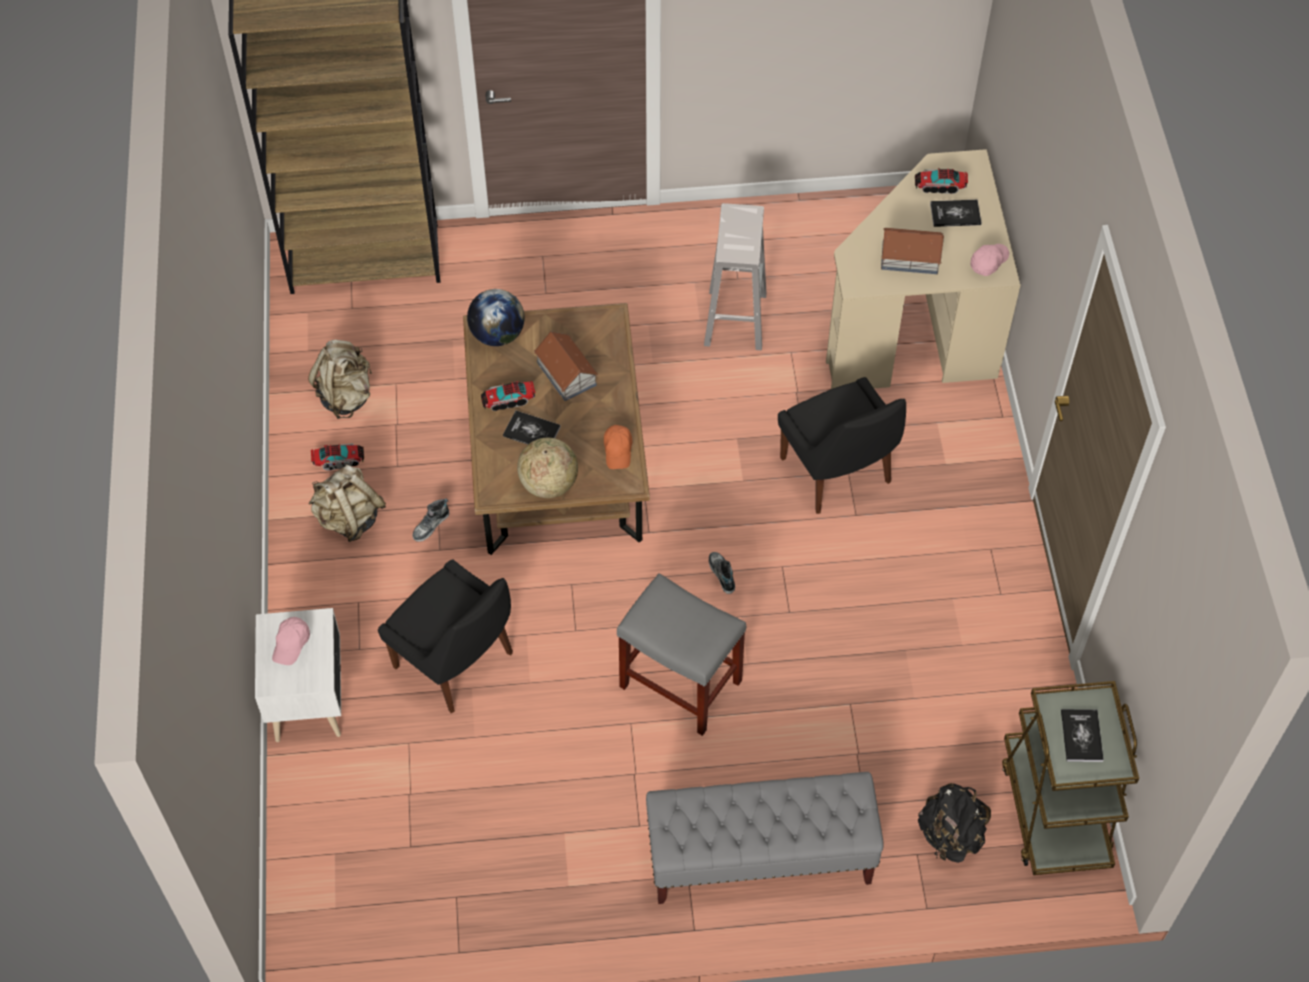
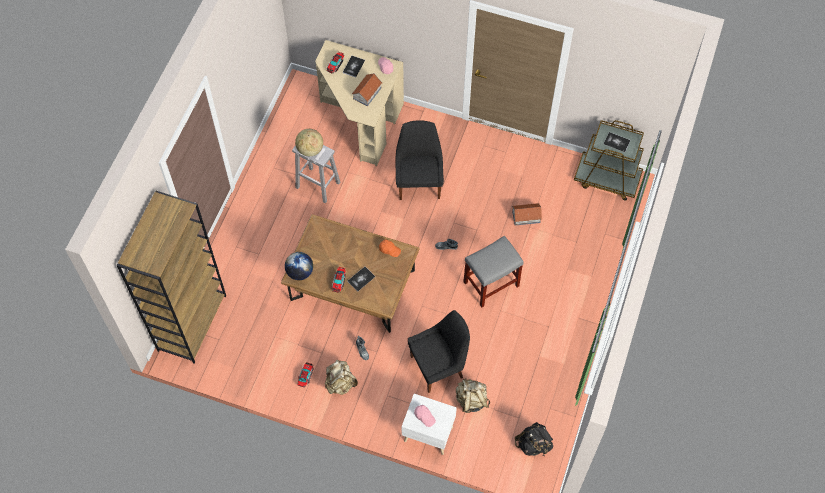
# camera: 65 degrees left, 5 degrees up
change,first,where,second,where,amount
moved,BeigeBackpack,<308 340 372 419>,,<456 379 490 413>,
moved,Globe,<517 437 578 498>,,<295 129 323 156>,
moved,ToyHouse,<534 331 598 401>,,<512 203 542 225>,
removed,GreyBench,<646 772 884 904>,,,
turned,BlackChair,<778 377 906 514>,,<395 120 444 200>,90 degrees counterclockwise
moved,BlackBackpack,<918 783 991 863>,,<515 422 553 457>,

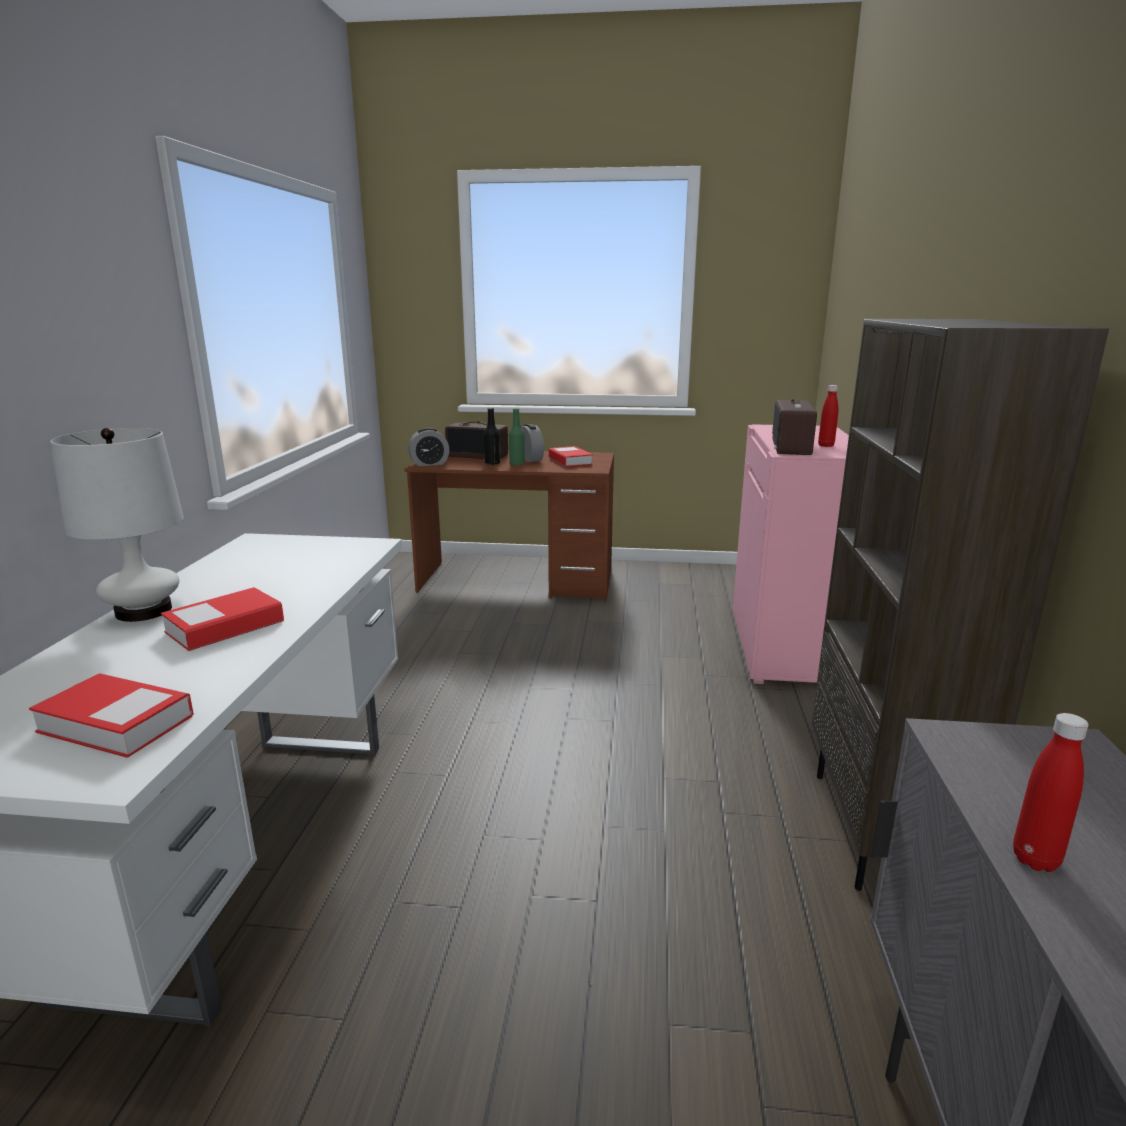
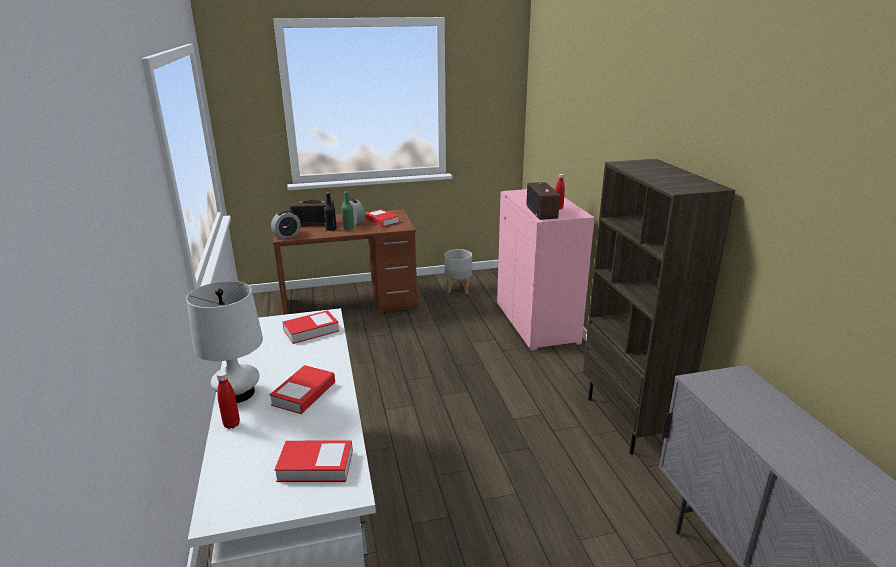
# camera: 20 degrees left, 5 degrees up
change,first,where,second,where,amount
moved,RedBottle,<1013 713 1089 872>,,<217 371 240 429>,
added,,,Book,<282 310 339 344>,
added,,,GreyPlanter,<444 249 472 294>,

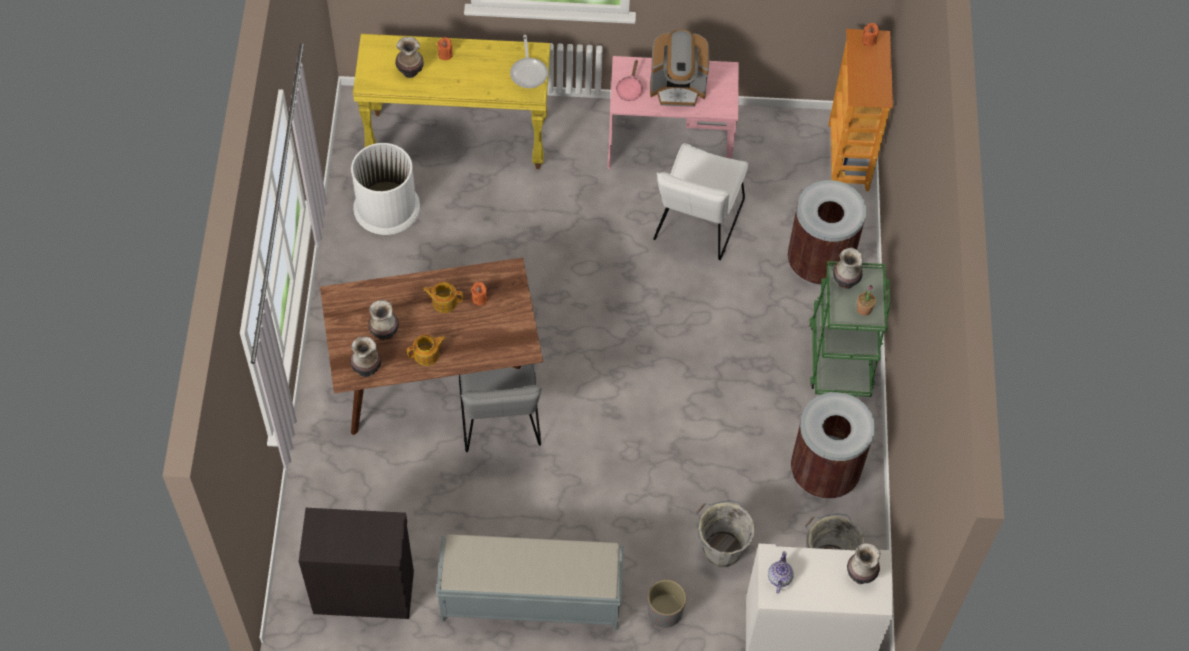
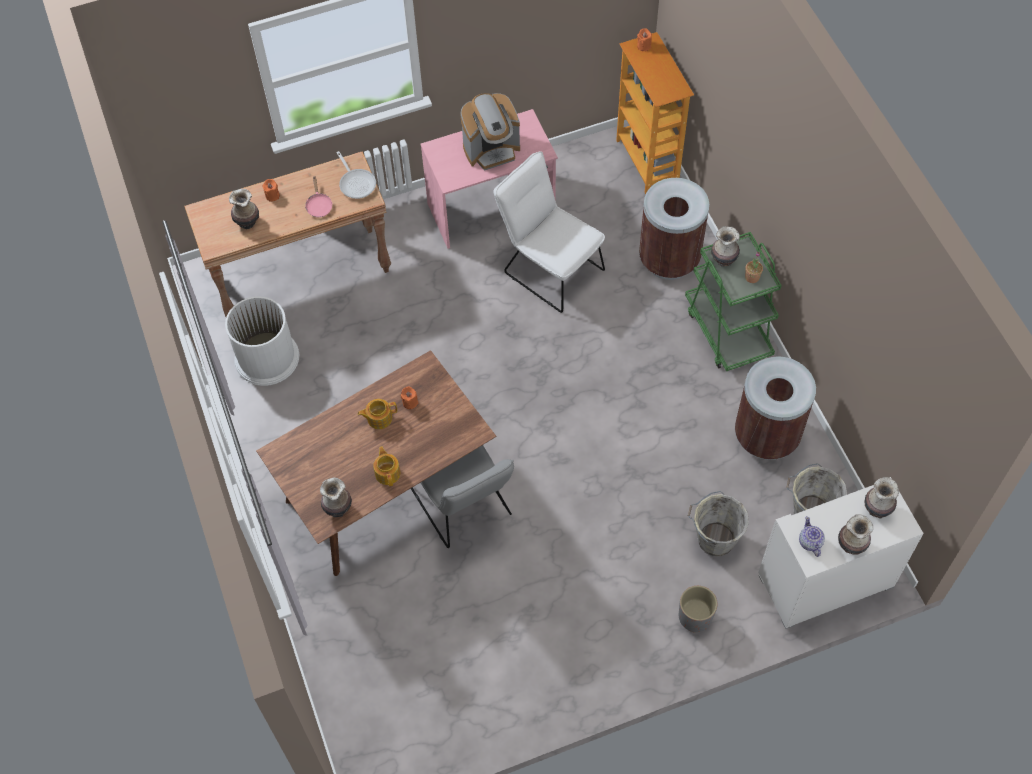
# camera: 20 degrees left, 0 degrees up
change,first,where,second,where,amount
removed,BlackCabinet,<299 508 414 619>,,,
recoloured,YellowConsoleTable,<353 34 550 169>,BrownConsoleTable,<184 151 391 317>,
moved,Vase,<368 300 399 340>,,<838 514 873 555>,
turned,Teapot,<407 335 446 366>,,<373 446 400 486>,60 degrees counterclockwise
removed,GreyBench,<436 534 624 630>,,,
moved,PinkFryingPan,<616 60 643 101>,,<305 177 332 217>,
turned,WhiteChair,<653 143 748 260>,,<494 151 605 313>,135 degrees clockwise

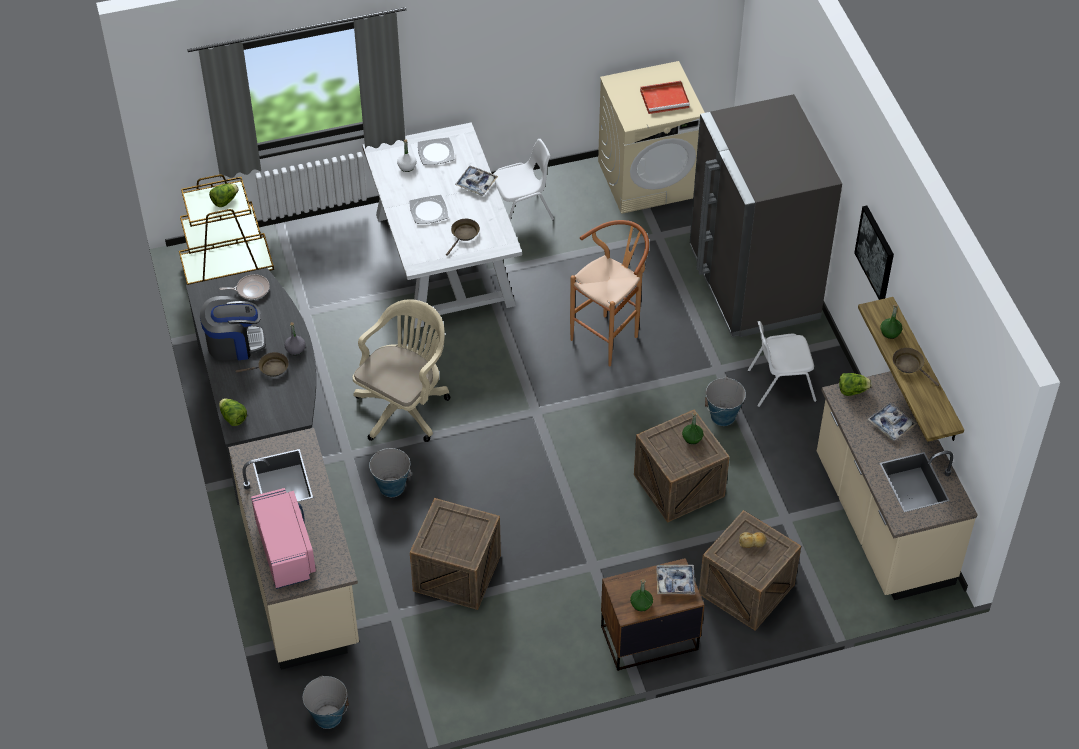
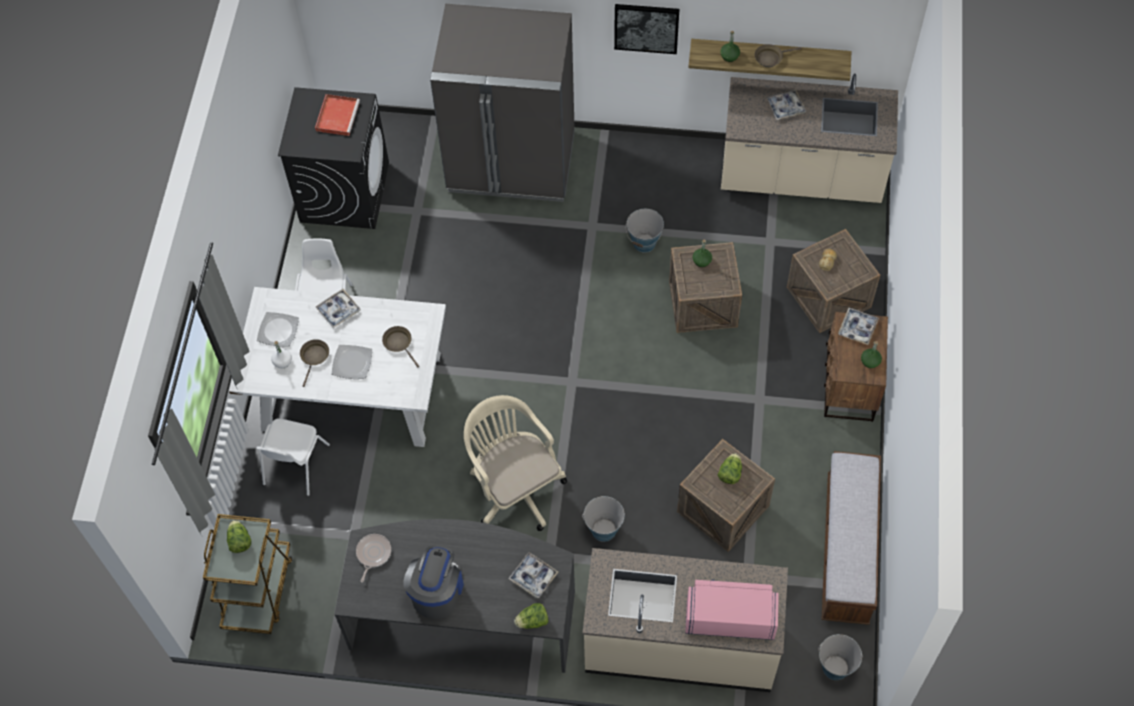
# camera: 65 degrees left, 10 degrees up
change,first,where,second,where,amount
moved,BrownFryingPan,<236 352 289 377>,,<300 339 329 387>,
removed,GreyBottle,<284 322 306 355>,,,
removed,BrownStool,<570 220 649 367>,,,
recoloured,BeigeWashingMachine,<598 61 705 214>,BlackWashingMachine,<278 87 389 229>,
moved,WhiteChair,<748 321 817 407>,,<256 419 330 496>,
moved,Lettuce,<839 373 872 396>,,<718 453 742 484>,
added,,,Tray,<508 552 558 598>,
added,,,Bench,<822 451 881 625>,

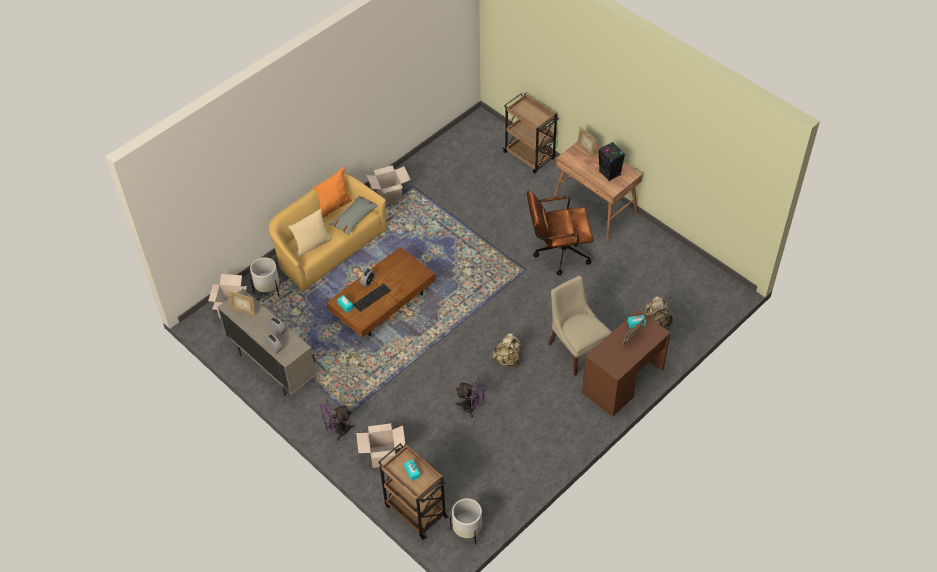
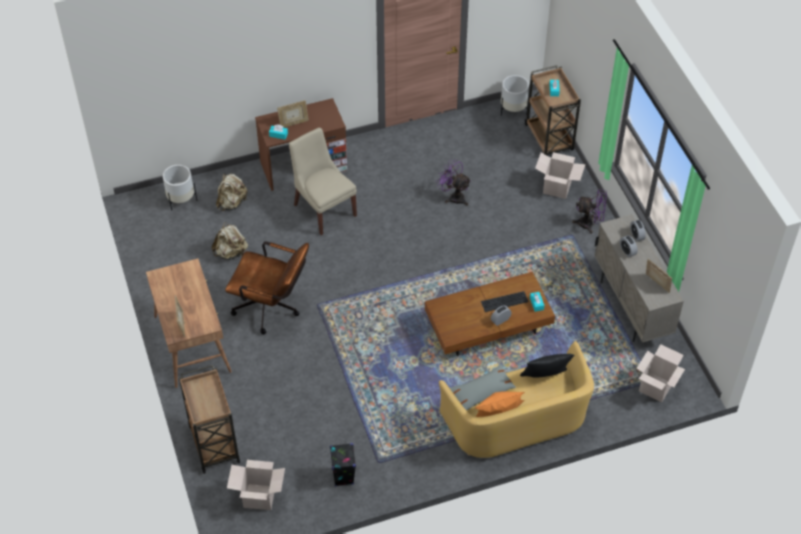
# camera: 155 degrees left, 0 degrees up
change,first,where,second,where,amount
moved,WhitePlanter,<250 257 279 295>,,<163 165 197 210>,
recoloured,BeigePillow,<288 209 332 257>,BlackPillow,<520 354 574 378>,
moved,CardboardBox,<366 165 411 205>,,<227 460 285 510>,
moved,BeigeBackpack,<493 333 523 368>,,<211 222 248 260>,
turned,BeigeChair,<548 276 612 376>,,<289 128 357 235>,150 degrees clockwise
moved,BlackSpeaker,<598 142 625 181>,,<330 443 356 487>,

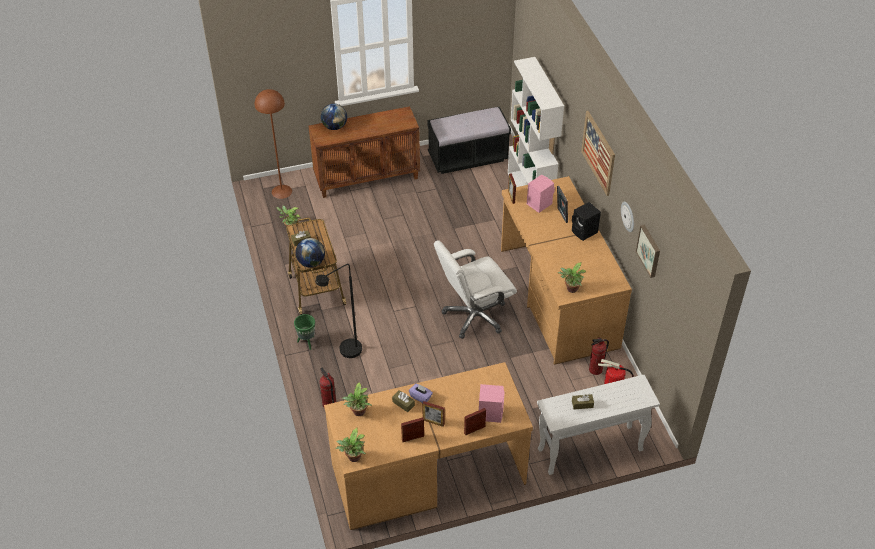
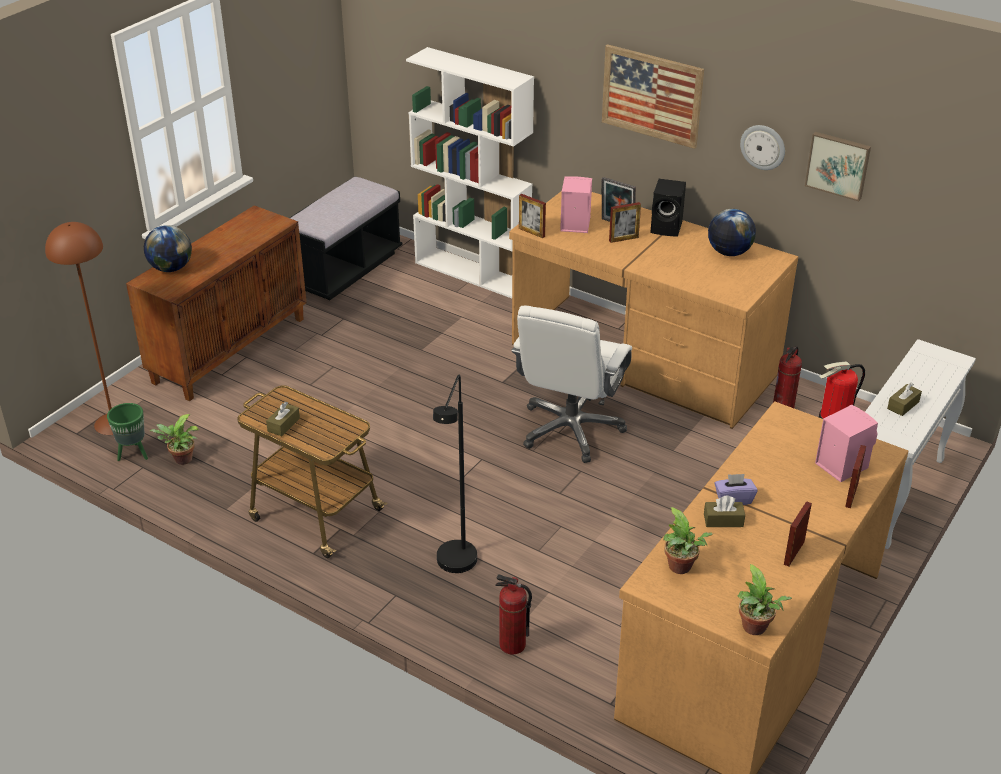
# camera: 40 degrees left, 10 degrees down
change,first,where,second,where,amount
moved,GreenPlanter,<294 314 315 350>,,<107 403 148 461>,
moved,Globe,<295 238 325 267>,,<708 209 756 256>,
moved,PictureFrame,<422 401 445 427>,,<609 202 641 243>,
removed,PottedPlant,<558 262 586 293>,,,

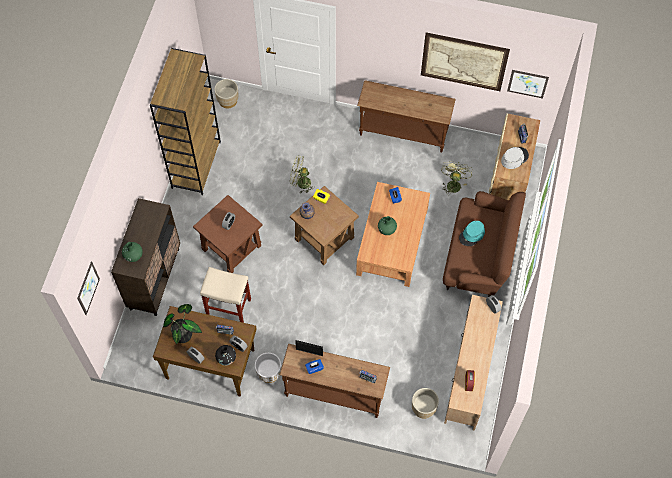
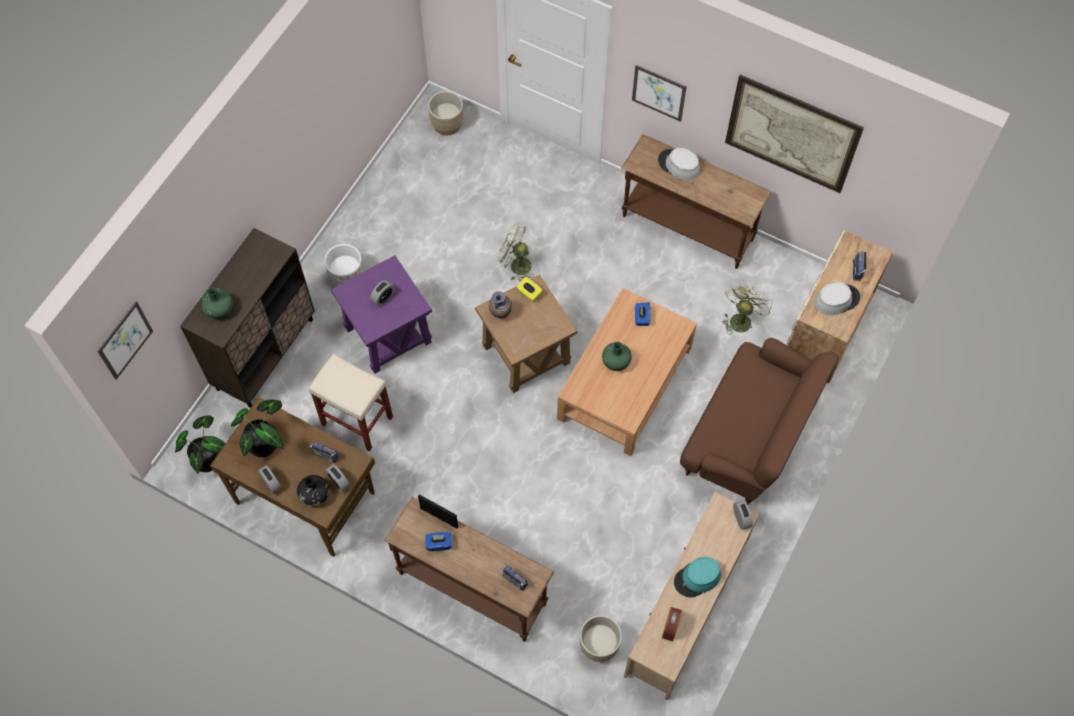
# camera: 15 degrees right, 0 degrees up
change,first,where,second,where,amount
removed,BrownBookcase,<150 48 221 195>,,,
recoloured,BrownSideTable,<193 195 263 273>,PurpleSideTable,<330 255 432 374>,
moved,WhitePlanter,<255 353 281 383>,,<324 244 363 286>,
moved,TurquoiseHat,<459 221 485 246>,,<674 557 721 597>,
moved,Picture,<507 70 549 99>,,<632 65 687 122>,
added,,,PottedPlant,<175 415 226 474>,
added,,,GreyHat,<658 148 700 180>,

